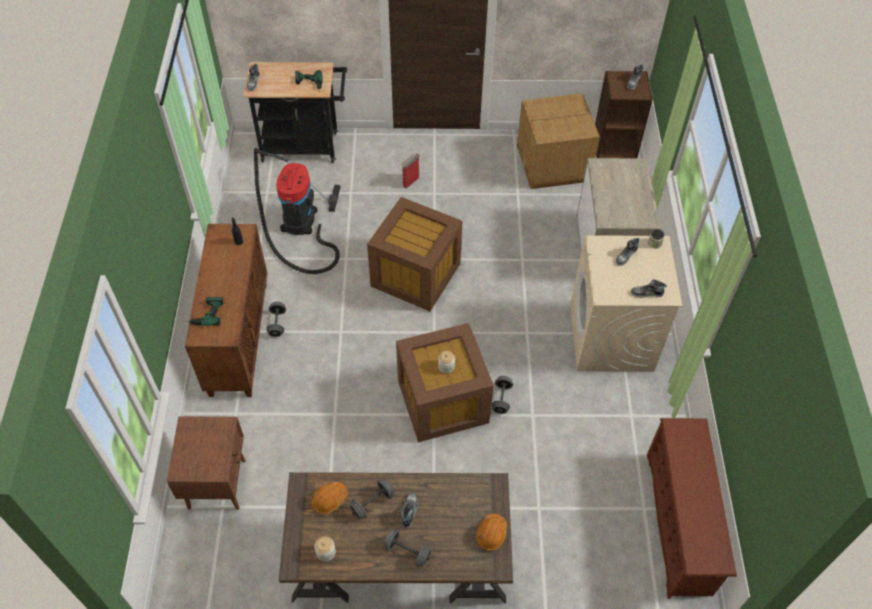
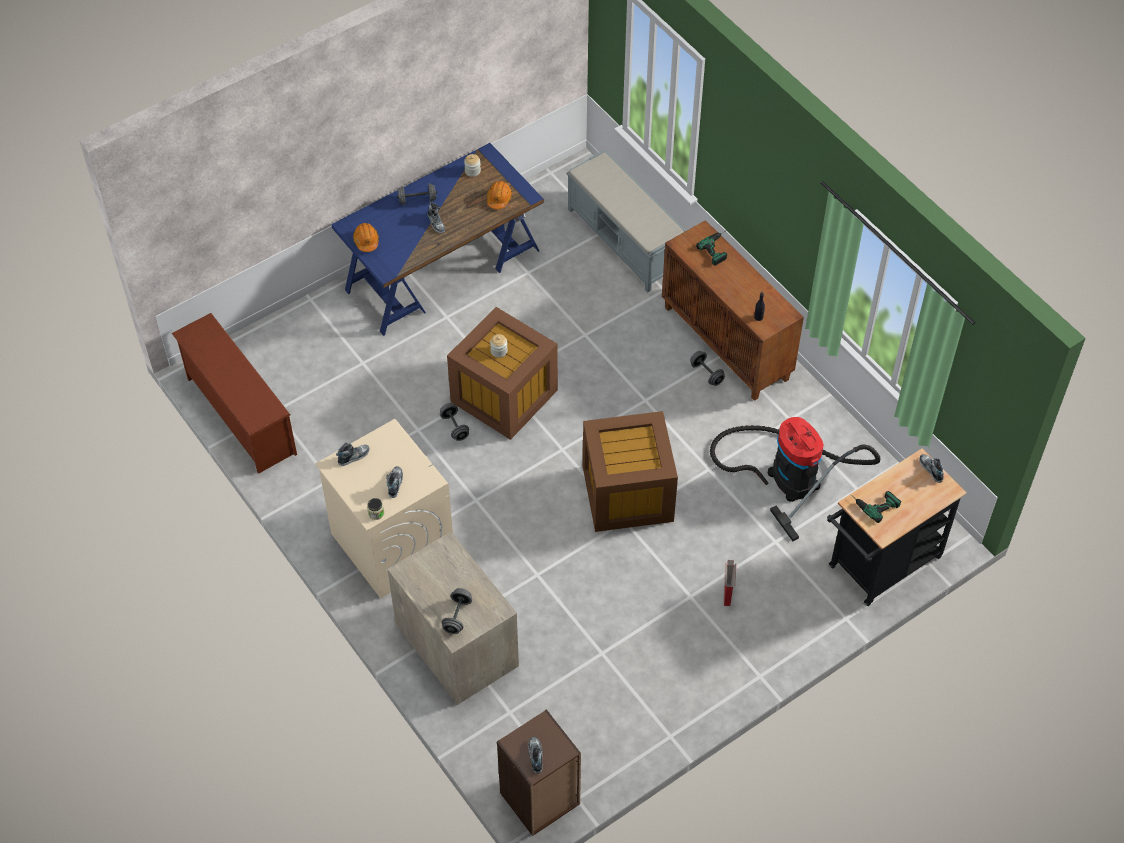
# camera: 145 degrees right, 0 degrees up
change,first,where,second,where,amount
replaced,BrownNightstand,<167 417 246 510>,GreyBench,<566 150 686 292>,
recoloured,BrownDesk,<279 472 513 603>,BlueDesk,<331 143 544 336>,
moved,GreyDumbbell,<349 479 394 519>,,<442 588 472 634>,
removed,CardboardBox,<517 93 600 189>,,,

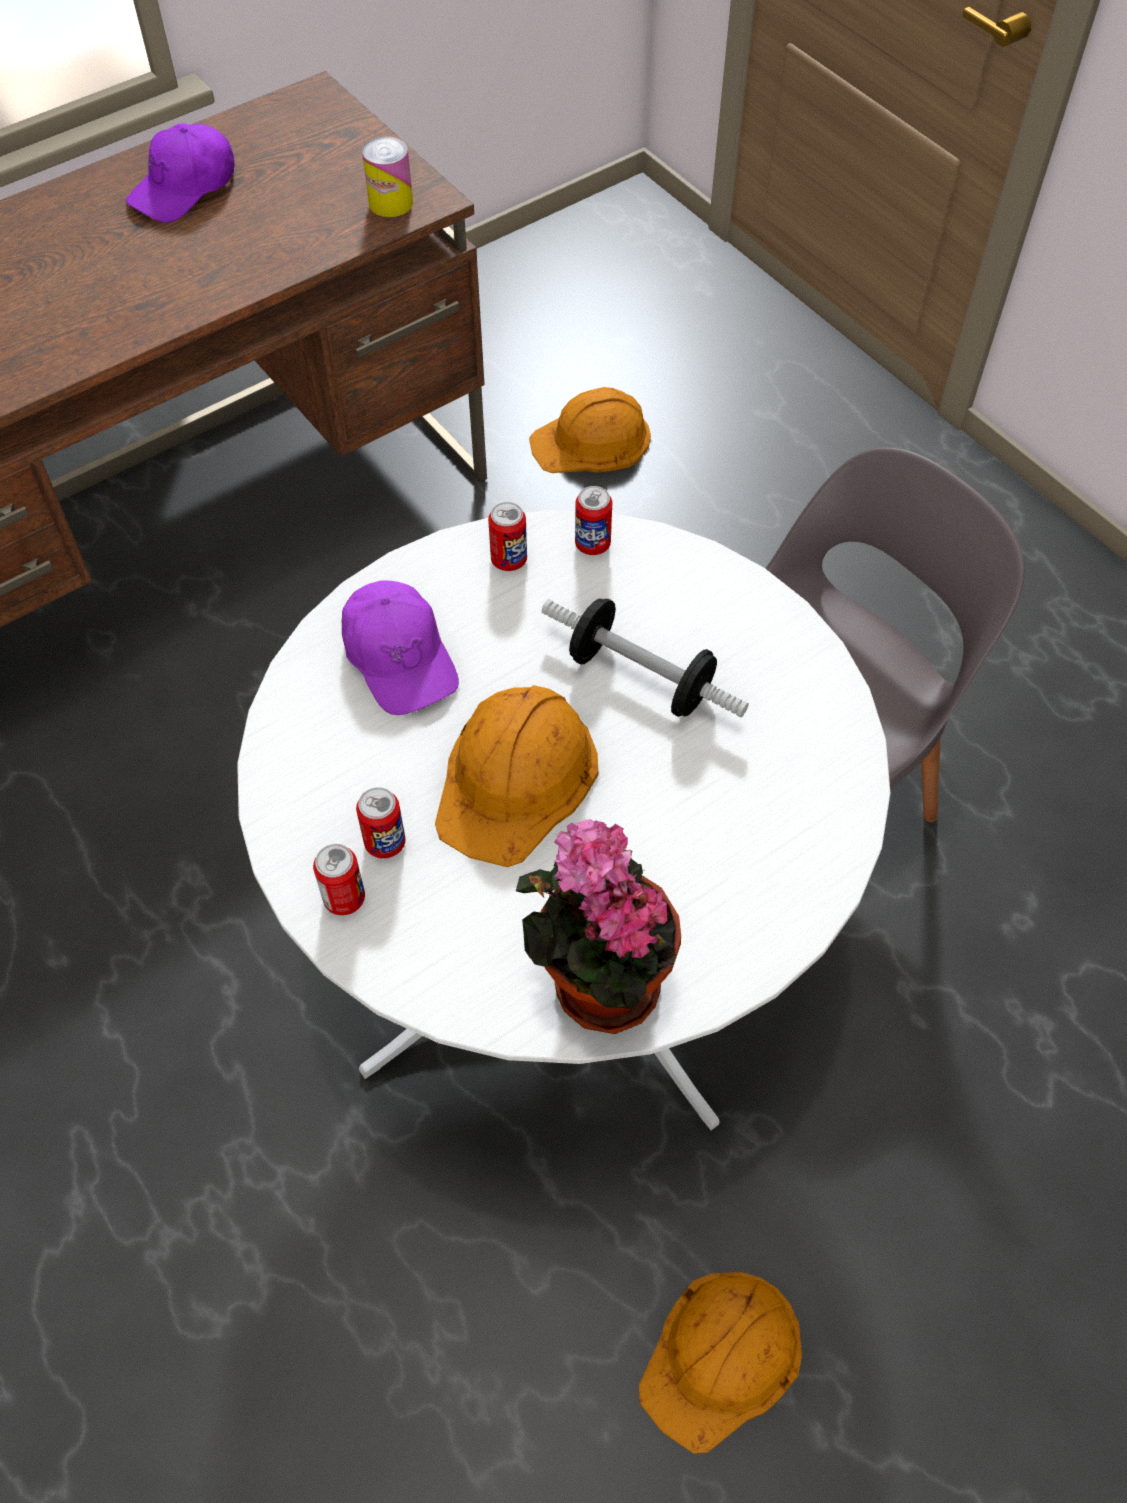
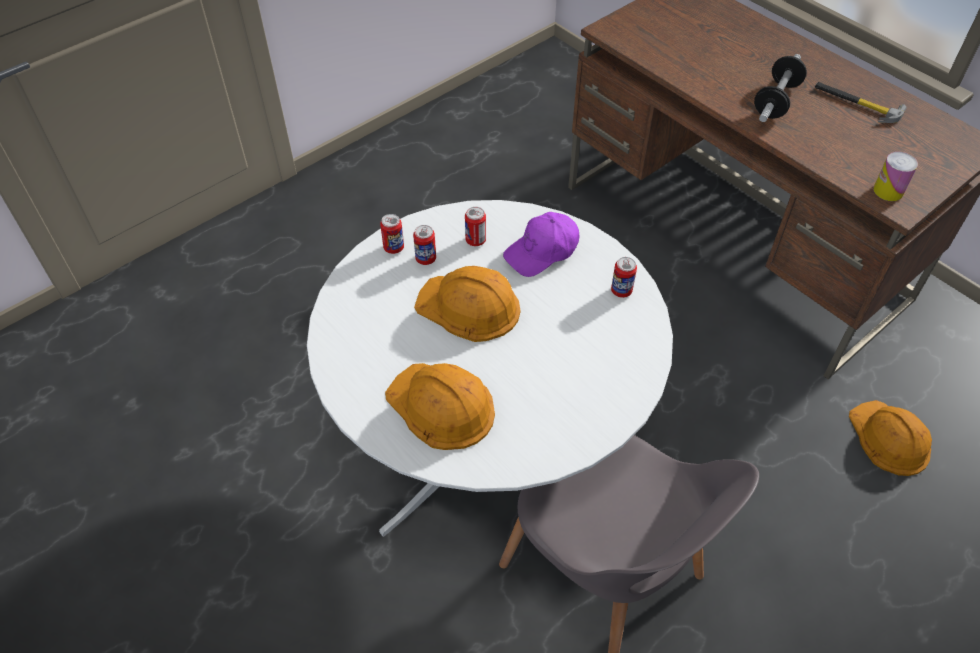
# camera: 85 degrees right, 5 degrees down
change,first,where,second,where,amount
replaced,PurpleCap,<126 123 235 223>,Hammer,<815 82 907 123>,
removed,PottedPlant,<516 819 681 1034>,,,
moved,Dumbbell,<542 599 749 717>,,<754 54 807 122>,
moved,Can,<575 486 612 555>,,<465 207 486 246>,
moved,OrangeHardHat,<639 1272 802 1454>,,<385 363 495 450>,

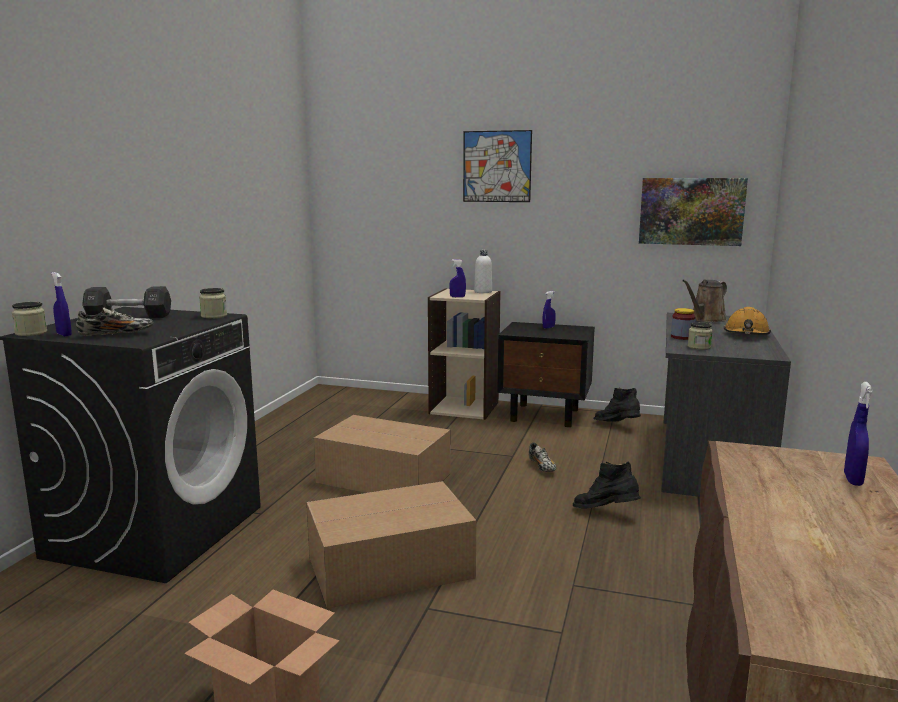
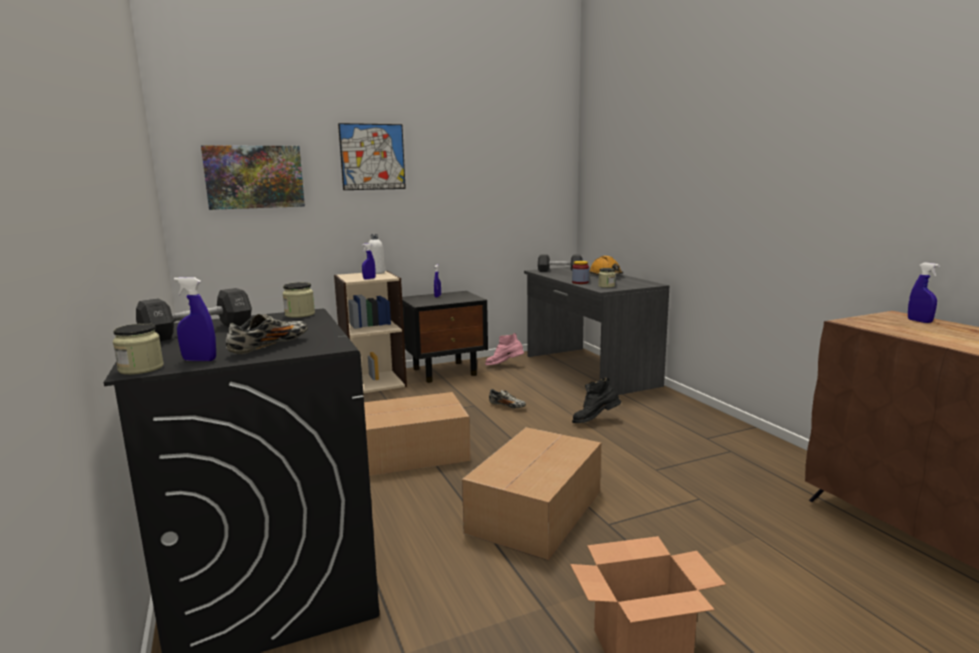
# camera: 40 degrees left, 0 degrees up
change,first,where,second,where,amount
recoloured,BlackBoot,<594 388 641 422>,PinkBoot,<485 333 524 365>,
moved,Picture,<639 178 748 246>,,<201 145 305 210>,
replaced,BrownWateringCan,<682 280 727 322>,BlackDumbbell,<538 254 582 272>,

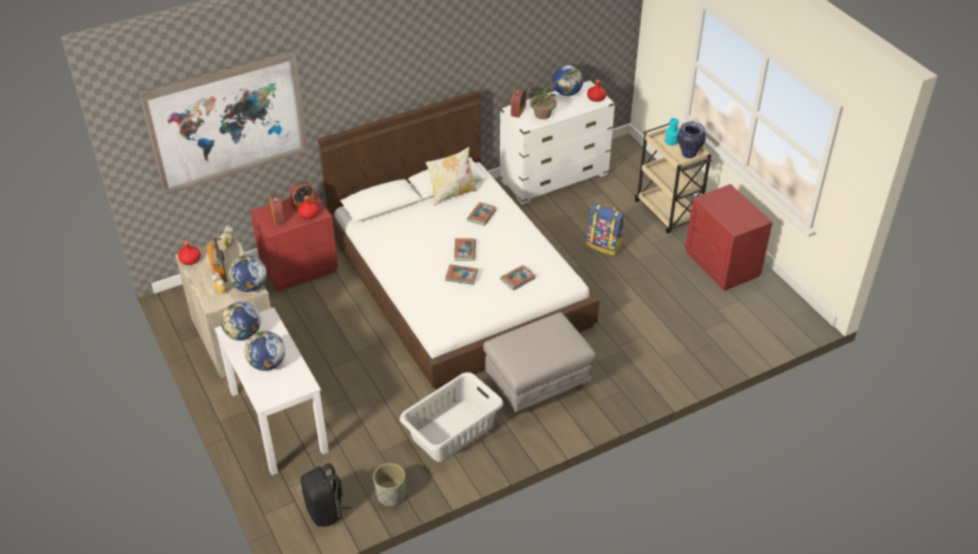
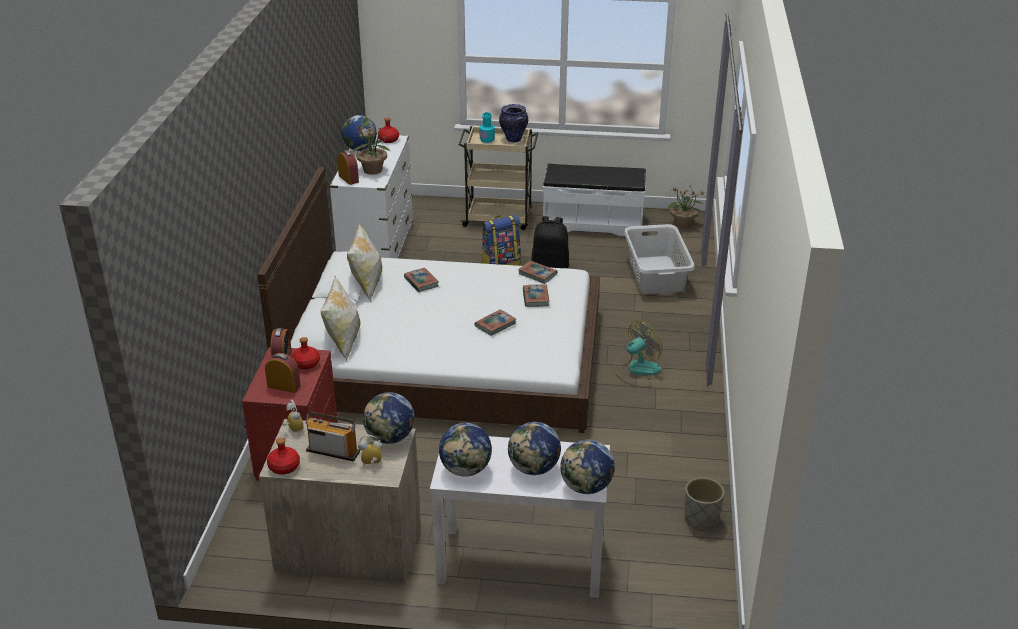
# camera: 55 degrees left, 10 degrees down
change,first,where,second,where,amount
removed,Picture,<139 51 309 195>,,,
moved,BlackBackpack,<301 463 351 527>,,<531 216 569 268>,
moved,GreyLaundryBasket,<400 372 503 462>,,<624 224 695 294>,
moved,Book,<454 238 476 261>,,<518 261 557 284>,
replaced,GreyOttoman,<483 312 596 414>,Fan,<616 320 662 388>,
replaced,RedNightstand,<685 184 773 291>,WhiteBench,<543 164 646 236>,
added,,,Pillow,<321 276 360 361>,
added,,,Globe,<560 440 615 494>,
added,,,PottedPlant,<668 185 705 229>,

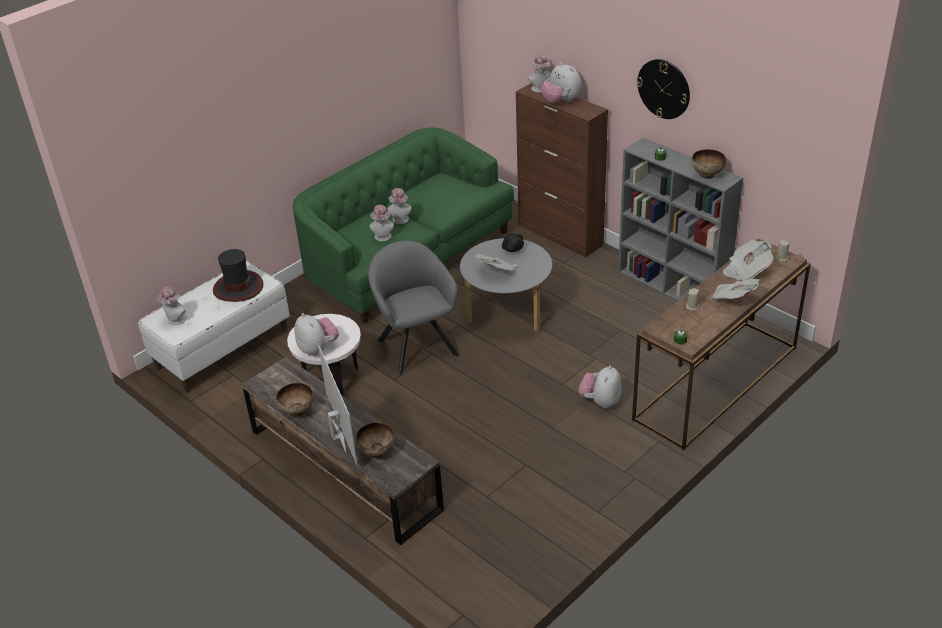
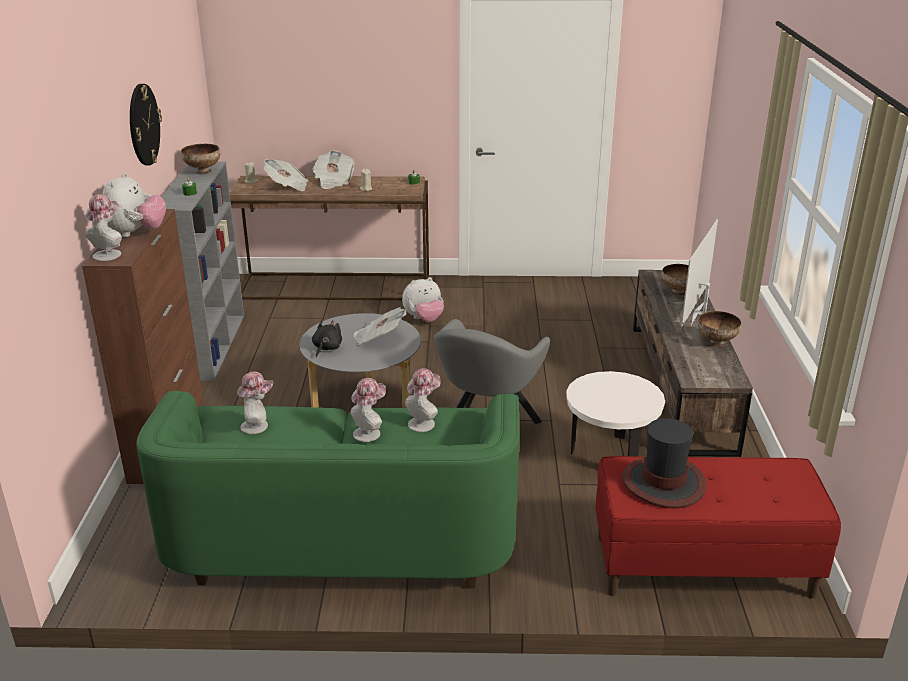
# camera: 135 degrees left, 10 degrees down
change,first,where,second,where,amount
recoloured,WhiteBench,<138 261 290 393>,RedBench,<595 456 841 599>,
moved,Hat,<157 286 186 325>,,<237 371 273 434>,
removed,PlushToy,<294 313 339 356>,,,

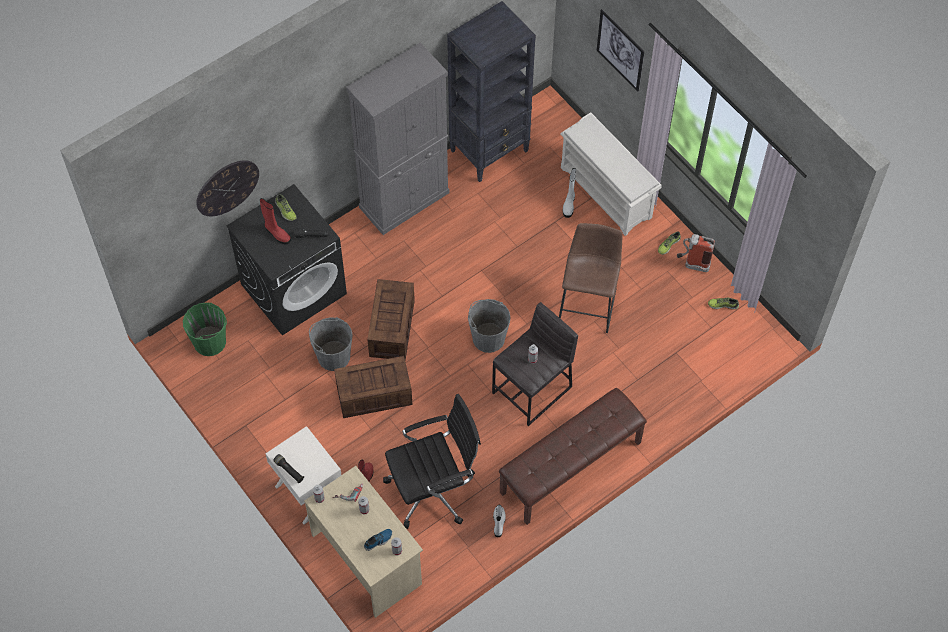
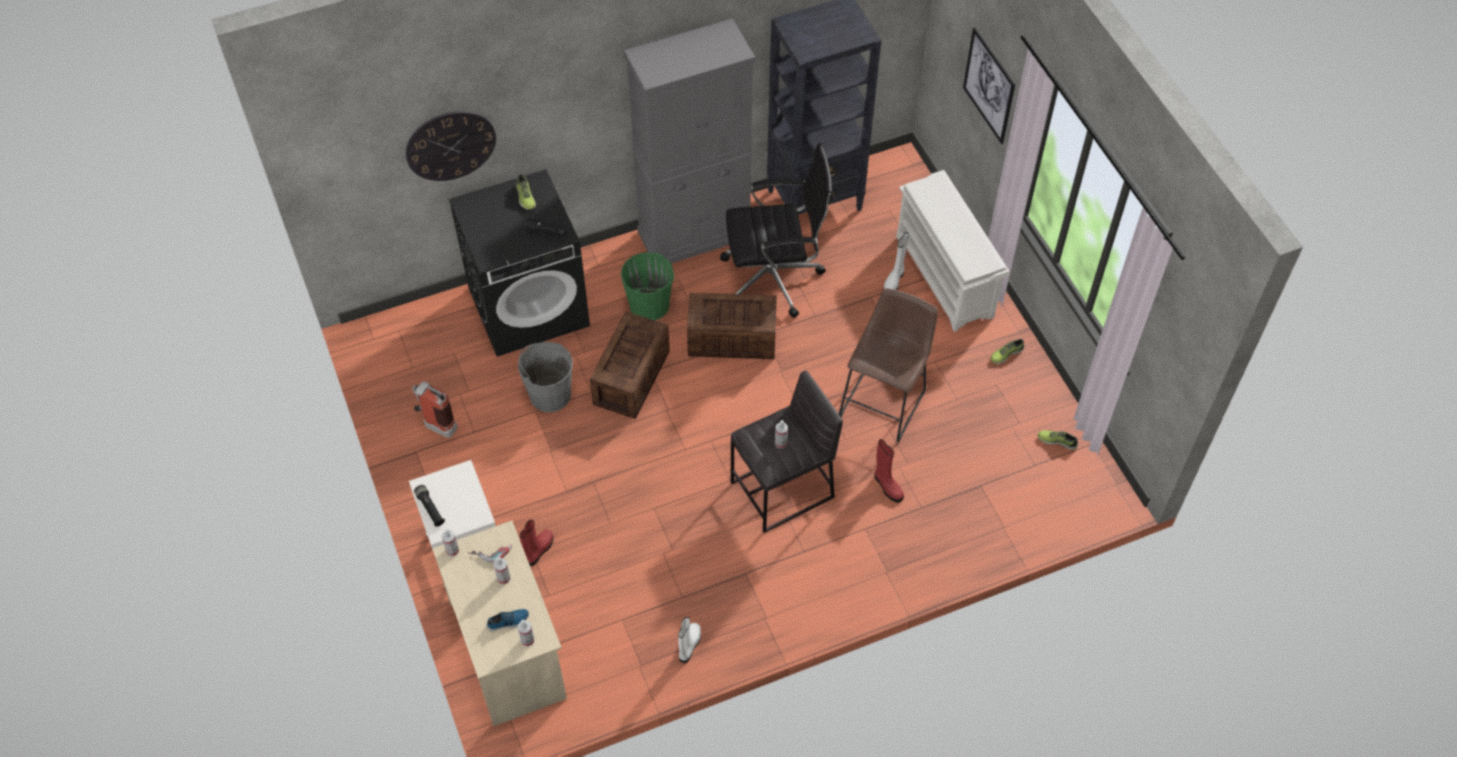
# camera: 15 degrees right, 5 degrees down
change,first,where,second,where,amount
moved,GreenBucket,<183 303 227 356>,,<621 252 674 321>,
moved,RedBoot,<260 198 291 245>,,<875 439 904 502>,
moved,Crate,<334 356 412 418>,,<687 293 777 359>,
moved,BlackOfficeChair,<383 394 481 529>,,<720 143 833 318>,
removed,GreyBucket,<468 299 511 353>,,,
removed,BrownBench,<499 388 647 525>,,,
moved,FireExtinguisher,<677 234 715 272>,,<412 382 457 438>,

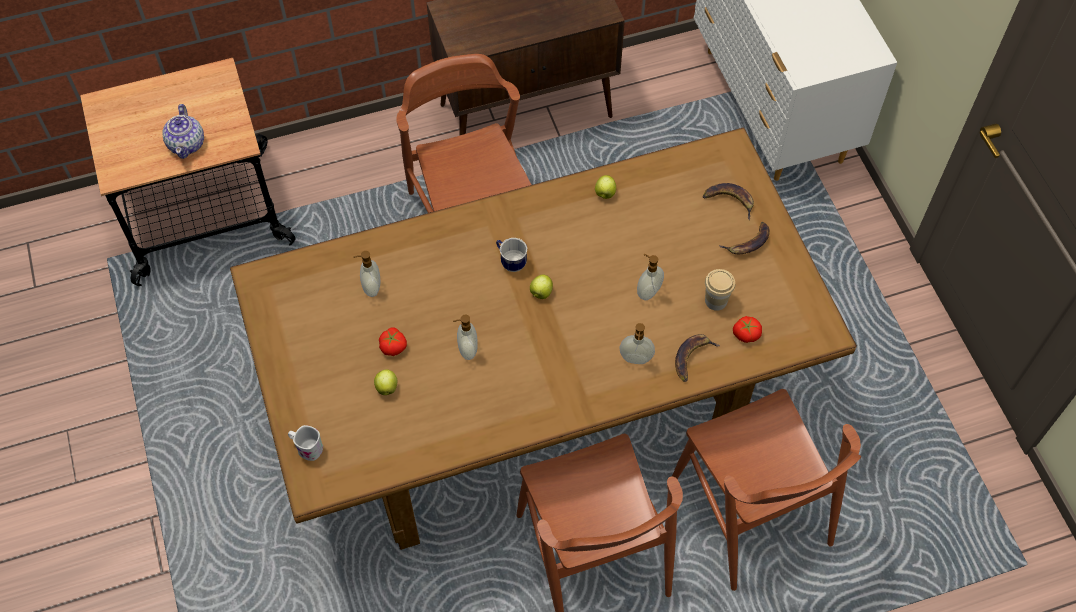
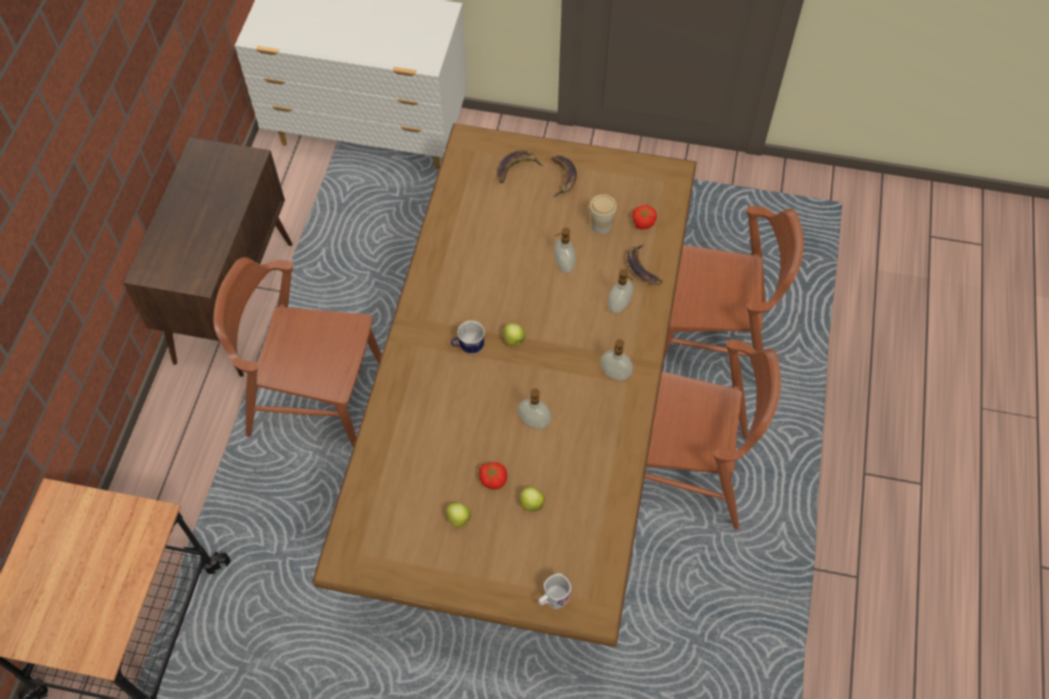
# camera: 60 degrees left, 0 degrees up
change,first,where,second,where,amount
removed,Teapot,<162 104 204 159>,,,
moved,SoapDispenser,<354 251 380 297>,,<600 339 633 381>,
moved,Apple,<595 175 616 199>,,<445 502 471 528>,

